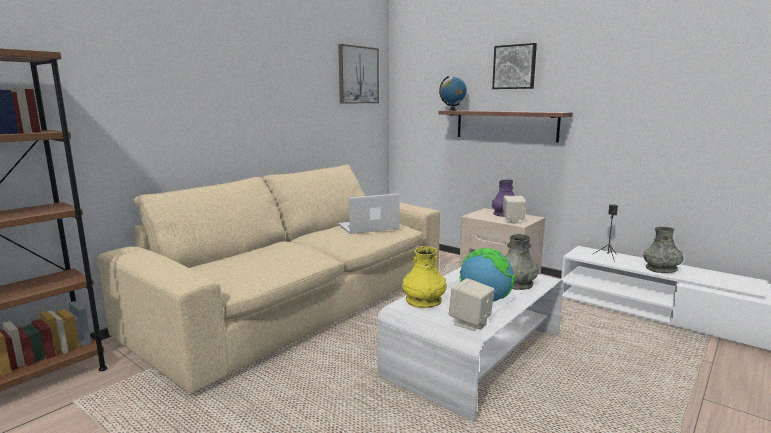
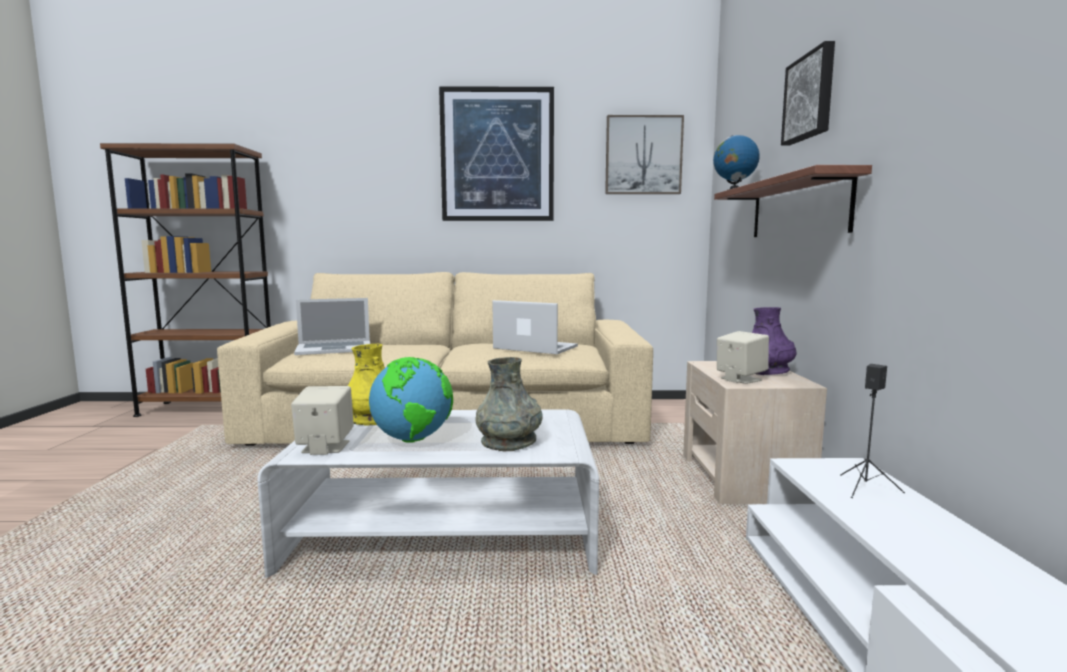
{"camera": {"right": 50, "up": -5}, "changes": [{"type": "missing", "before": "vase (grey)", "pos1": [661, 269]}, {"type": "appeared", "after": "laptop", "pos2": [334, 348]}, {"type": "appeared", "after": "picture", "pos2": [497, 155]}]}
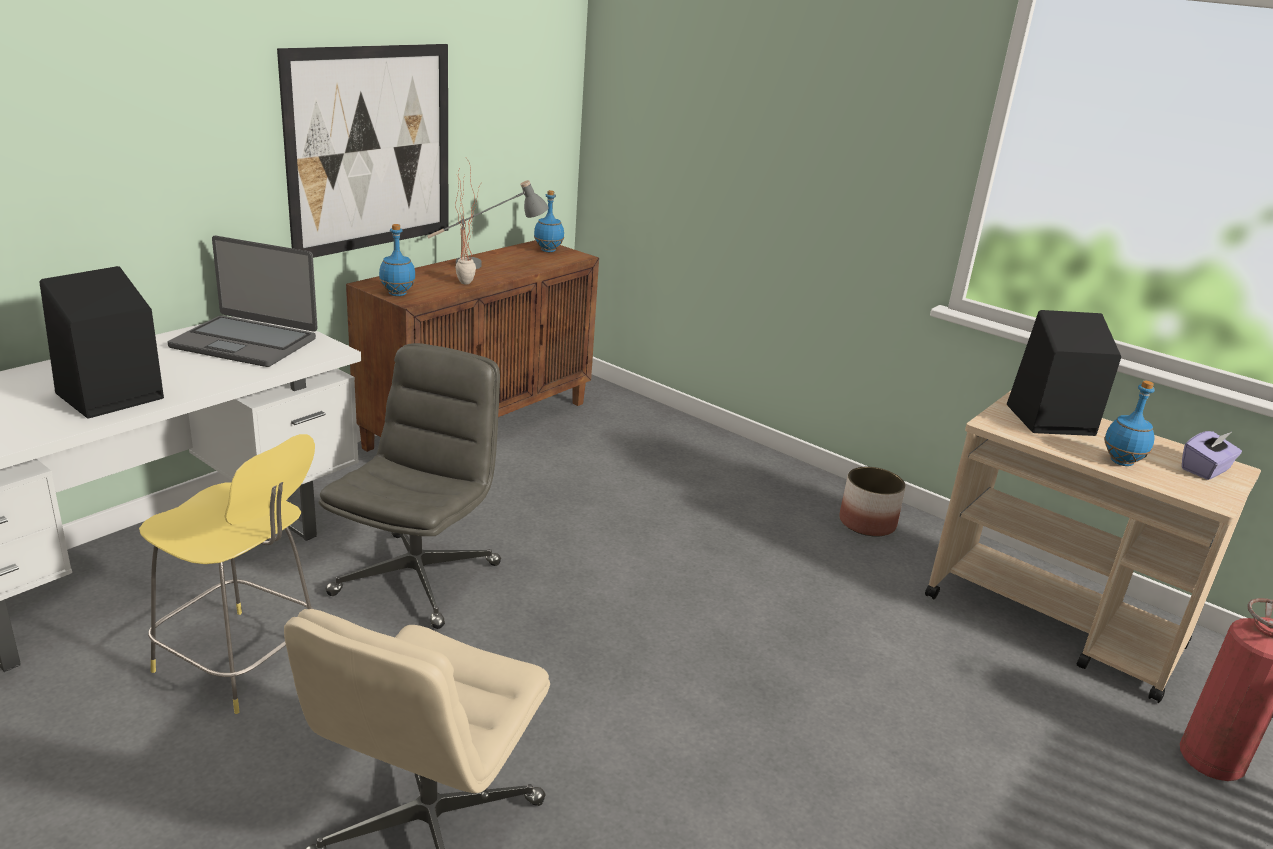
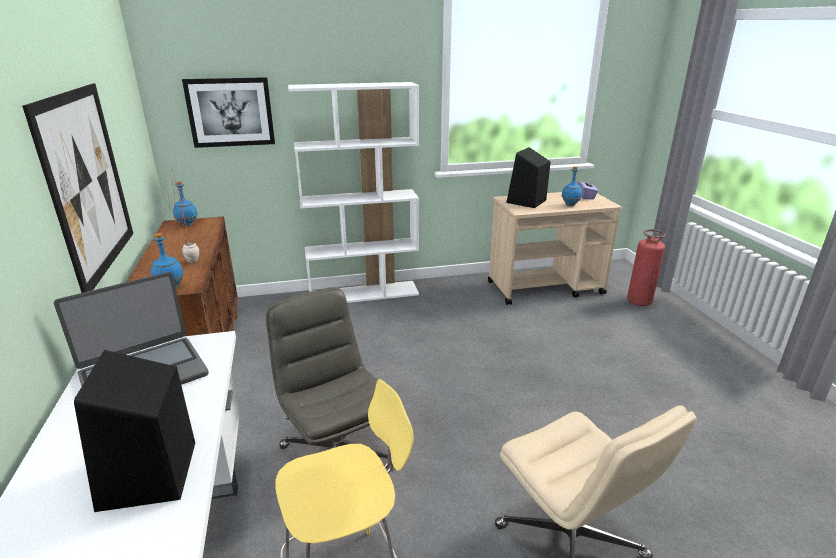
{"camera": {"right": -50, "up": 0}, "changes": [{"type": "missing", "before": "table lamp (grey)", "pos1": [487, 265]}, {"type": "missing", "before": "planter", "pos1": [867, 523]}, {"type": "appeared", "after": "picture", "pos2": [230, 112]}, {"type": "appeared", "after": "bookcase (white)", "pos2": [364, 293]}]}
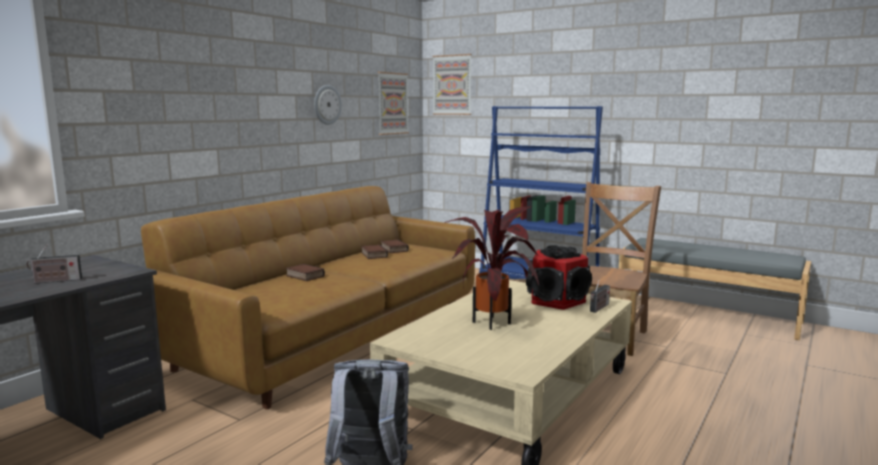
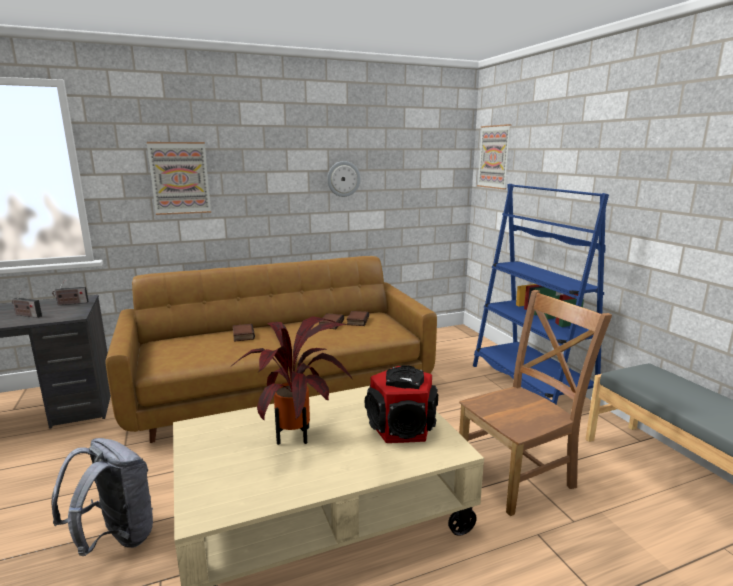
{"camera": {"right": 35, "up": 5}, "changes": [{"type": "relocated", "before": "picture", "pos1": [392, 103], "pos2": [180, 178]}, {"type": "relocated", "before": "radio", "pos1": [599, 308], "pos2": [71, 303]}]}
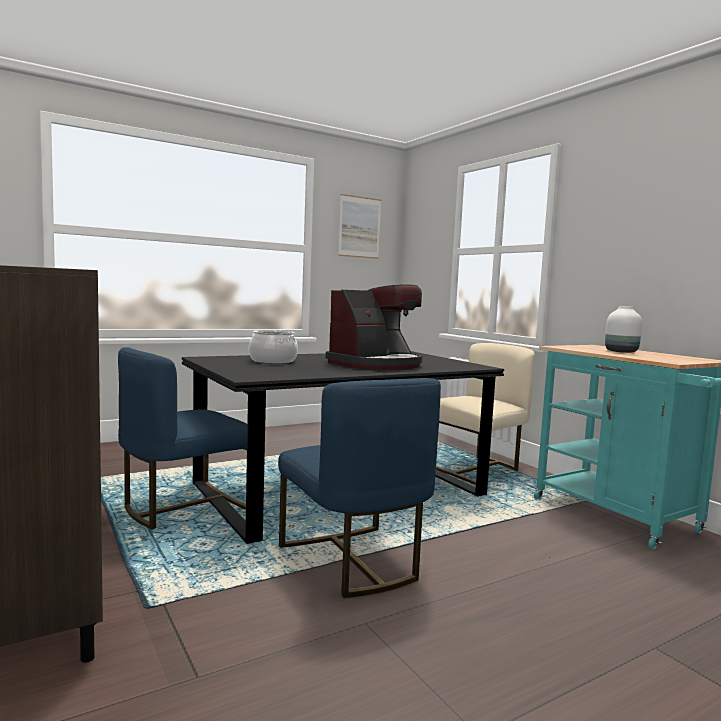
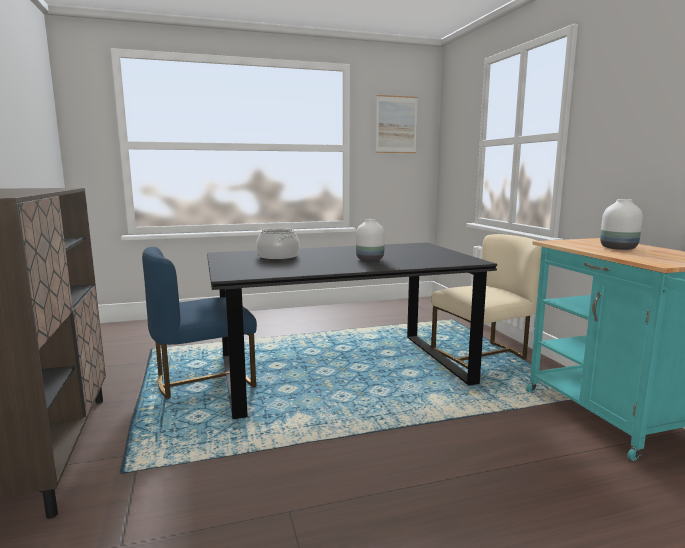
{"camera": {"right": 15, "up": 5}, "changes": [{"type": "missing", "before": "chair (blue)", "pos1": [353, 561]}, {"type": "exchanged", "before": "coffee machine", "after": "vase (white)", "pos1": [376, 364], "pos2": [370, 259]}]}
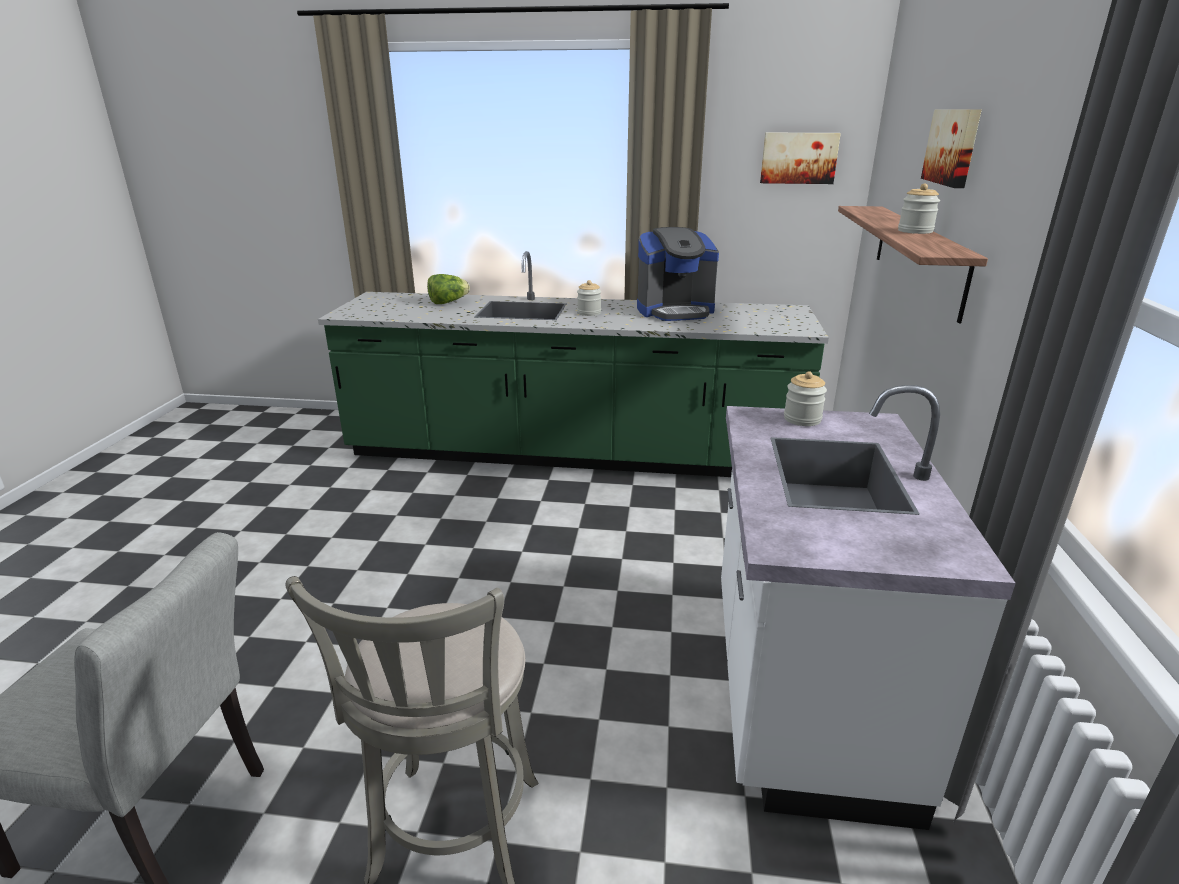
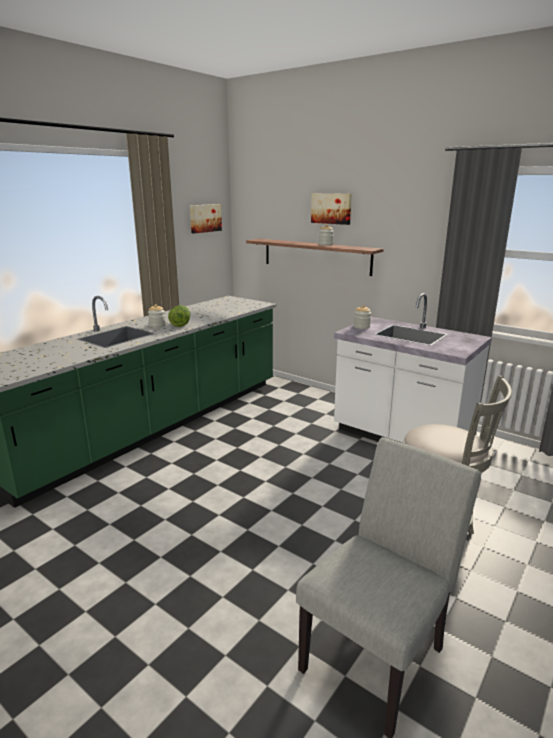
{"camera": {"right": -60, "up": -5}, "changes": [{"type": "relocated", "before": "lettuce", "pos1": [448, 302], "pos2": [181, 324]}, {"type": "missing", "before": "coffee machine", "pos1": [675, 311]}]}
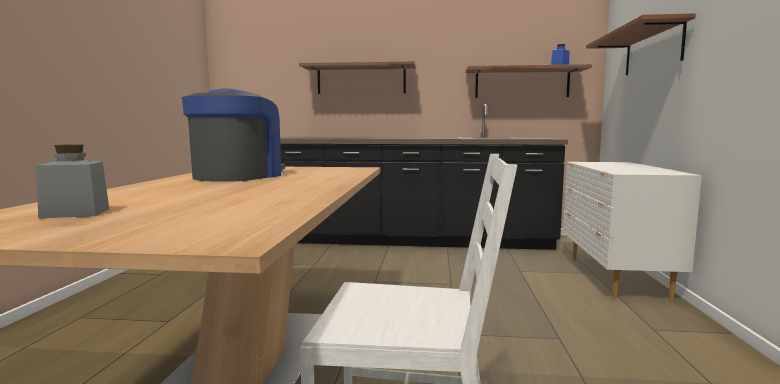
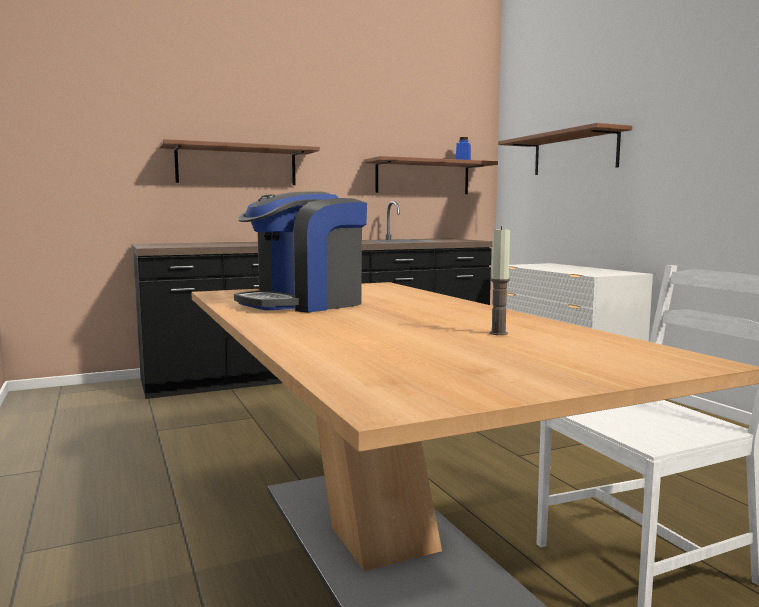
{"camera": {"right": -30, "up": 0}, "changes": [{"type": "missing", "before": "jar (grey)", "pos1": [75, 213]}, {"type": "spun", "before": "coffee machine", "pos1": [239, 176], "pos2": [304, 304], "turn": -120}, {"type": "appeared", "after": "candle", "pos2": [498, 333]}]}
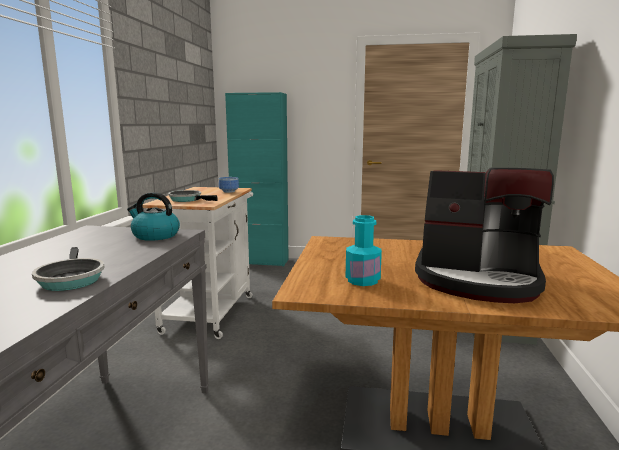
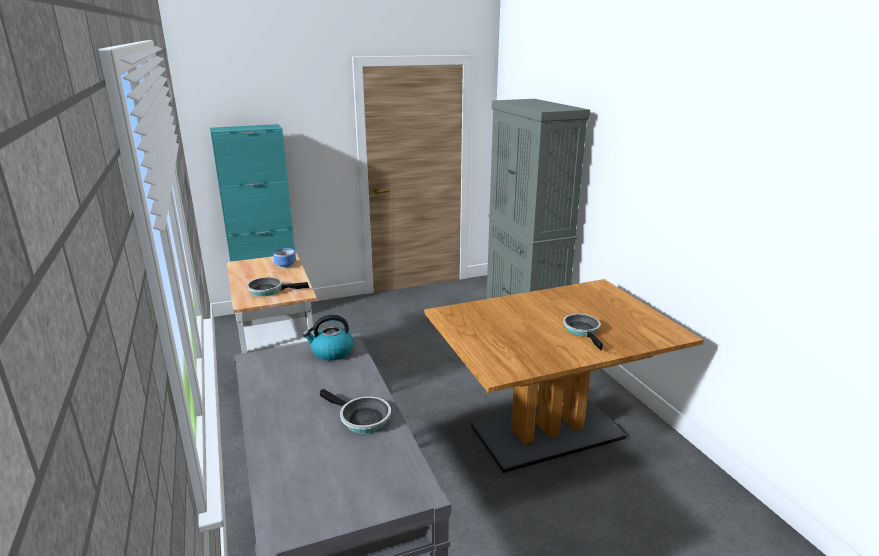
{"camera": {"right": -30, "up": 10}, "changes": [{"type": "missing", "before": "bottle (turquoise)", "pos1": [362, 280]}, {"type": "exchanged", "before": "coffee machine", "after": "frying pan", "pos1": [477, 280], "pos2": [582, 331]}]}
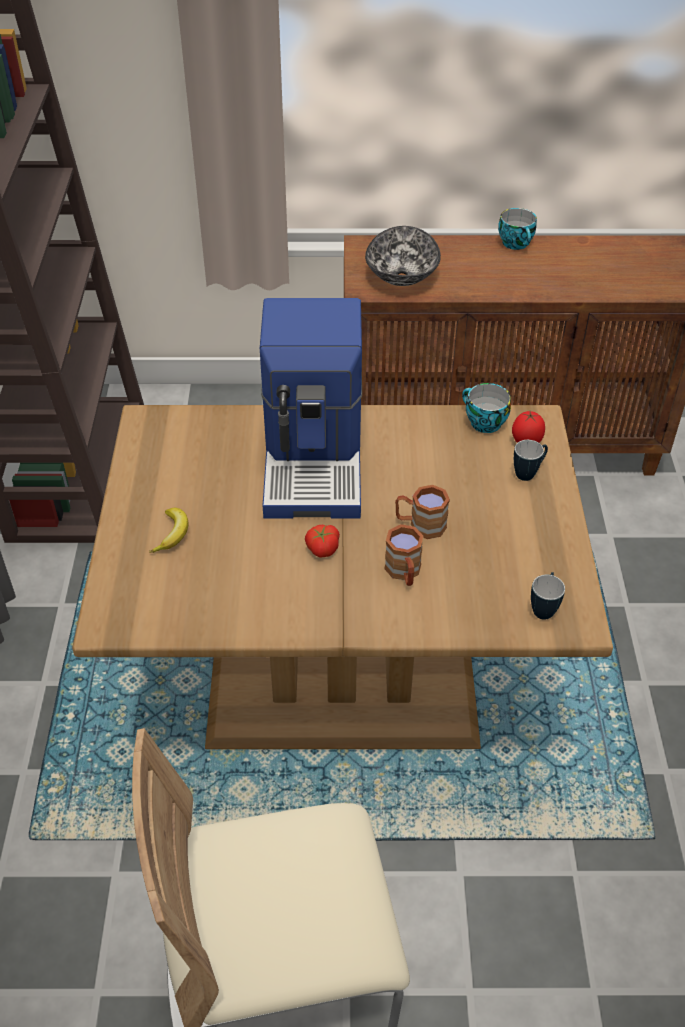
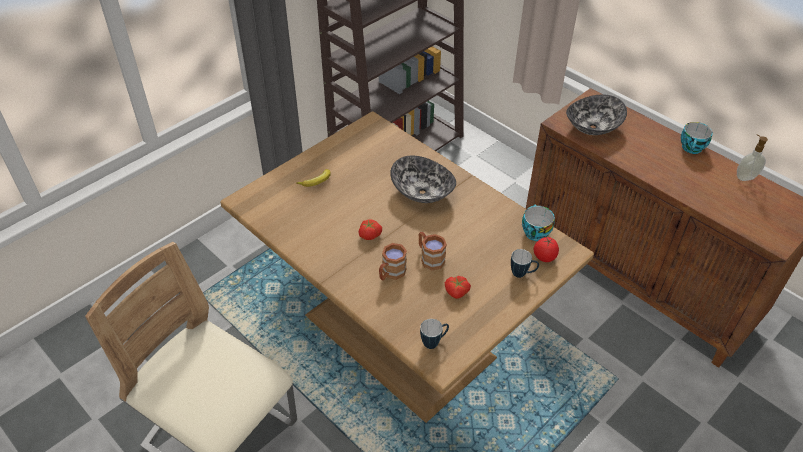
{"camera": {"right": 45, "up": 0}, "changes": [{"type": "exchanged", "before": "coffee machine", "after": "bowl", "pos1": [315, 459], "pos2": [423, 192]}, {"type": "appeared", "after": "tomato", "pos2": [456, 292]}, {"type": "appeared", "after": "soap dispenser", "pos2": [745, 177]}]}
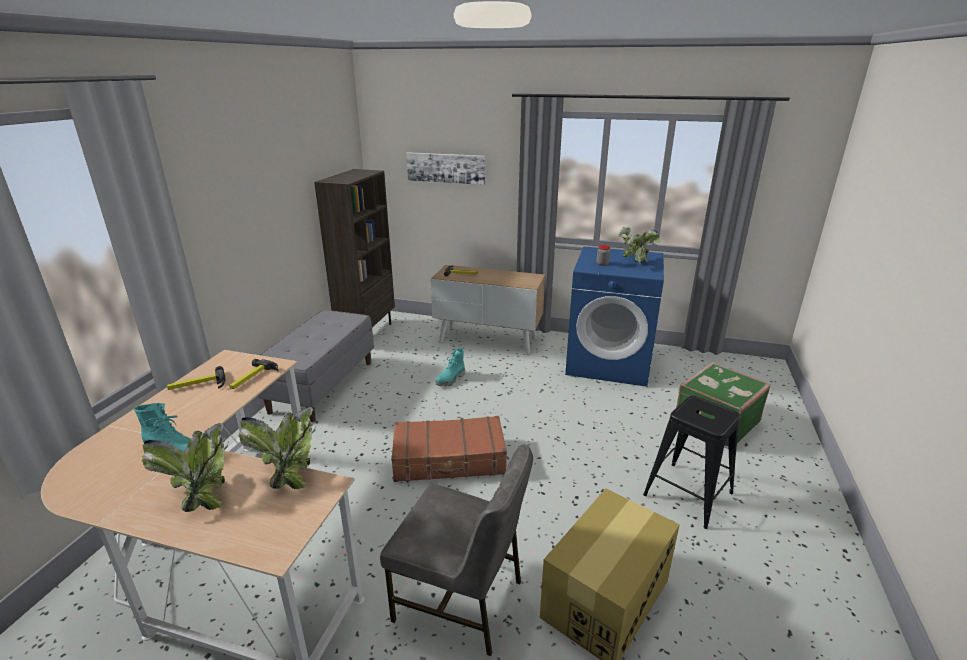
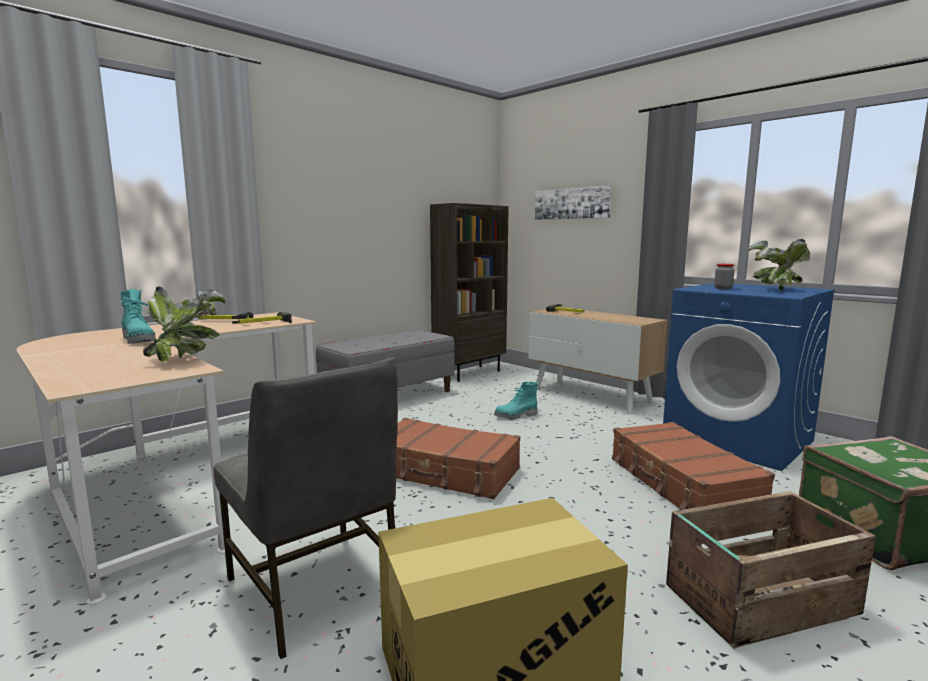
{"camera": {"right": 30, "up": -15}, "changes": [{"type": "missing", "before": "potted plant", "pos1": [203, 491]}, {"type": "exchanged", "before": "stool (black)", "after": "crate", "pos1": [688, 494], "pos2": [757, 599]}, {"type": "appeared", "after": "suitcase (brown)", "pos2": [681, 484]}]}
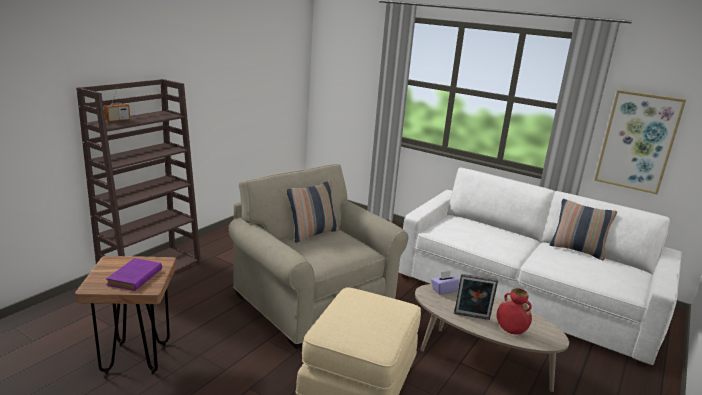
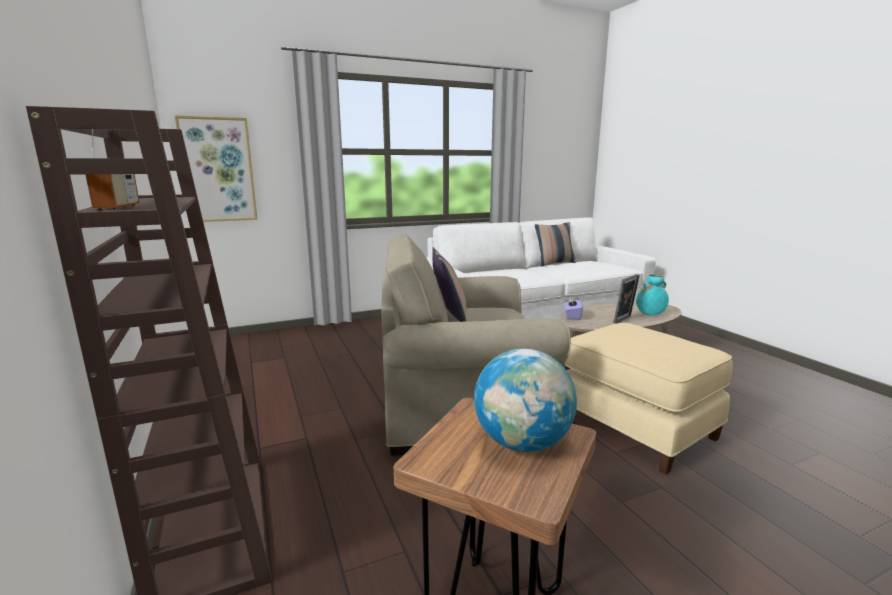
{"camera": {"right": -55, "up": -5}, "changes": [{"type": "exchanged", "before": "book (purple)", "after": "globe", "pos1": [134, 278], "pos2": [522, 443]}, {"type": "colour", "before": "vase (red)", "after": "vase (turquoise)", "pos1": [510, 331], "pos2": [650, 315]}, {"type": "relocated", "before": "picture", "pos1": [637, 141], "pos2": [218, 170]}]}
